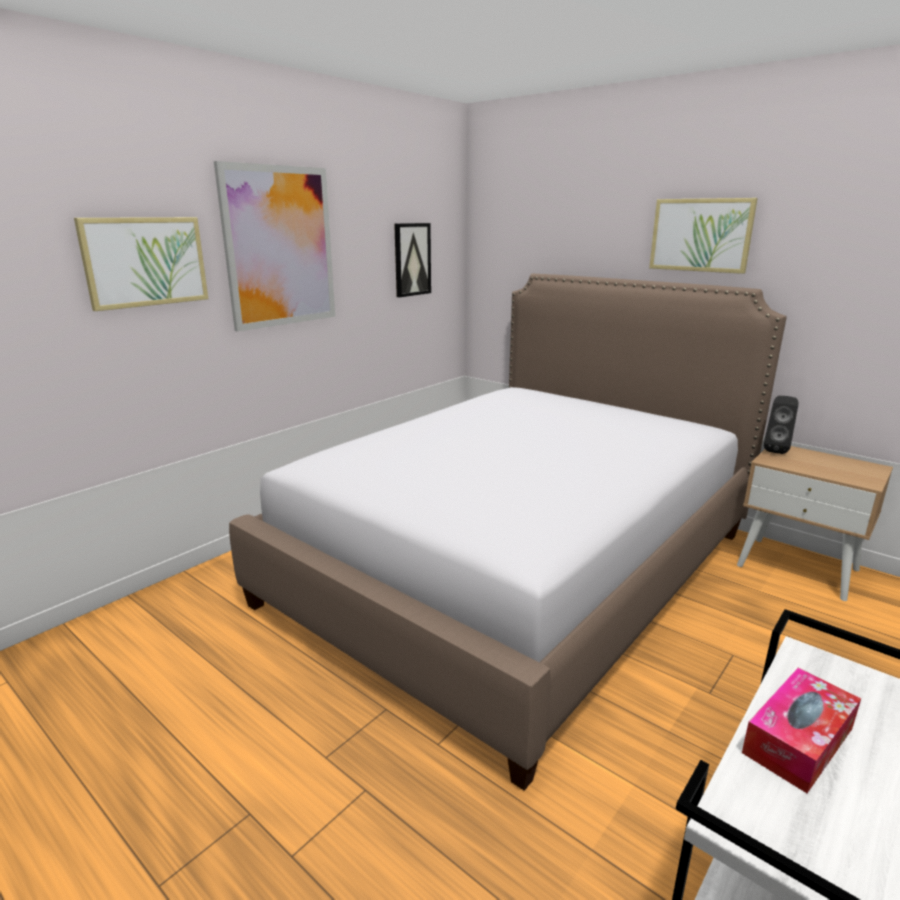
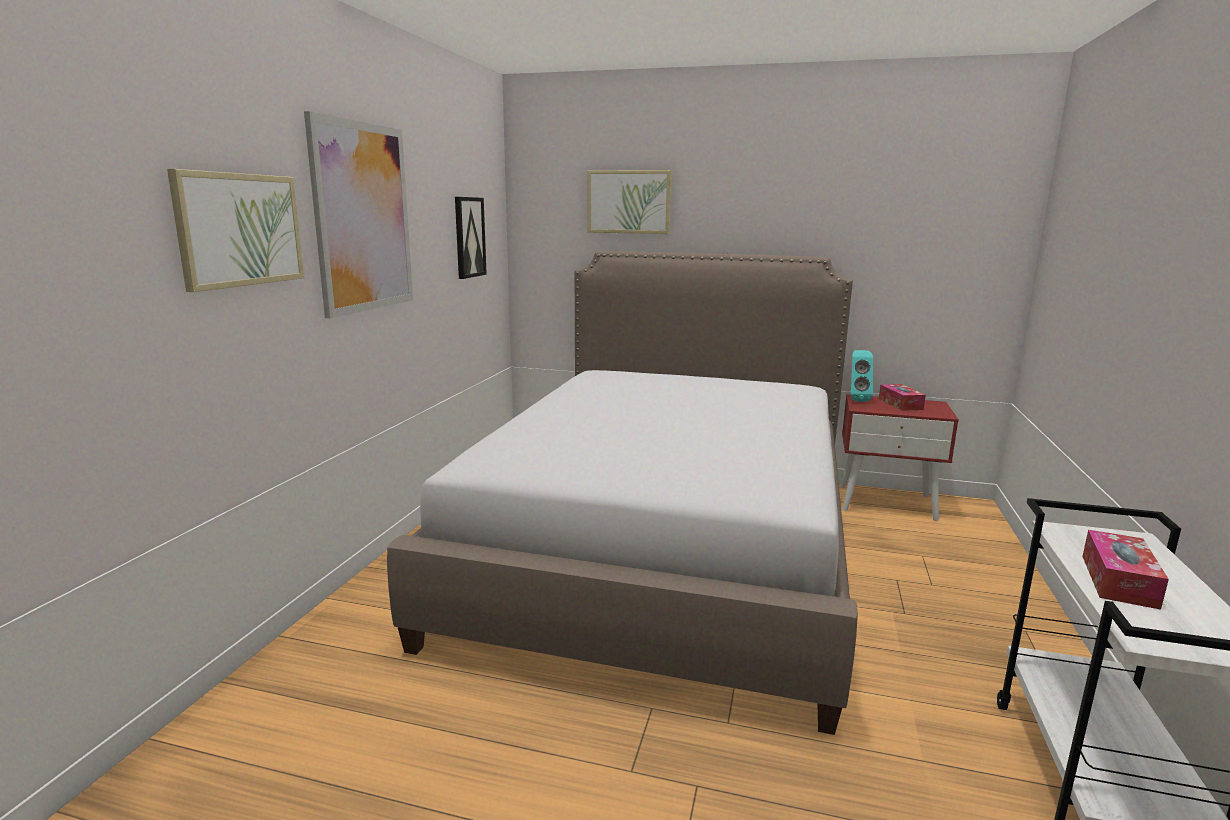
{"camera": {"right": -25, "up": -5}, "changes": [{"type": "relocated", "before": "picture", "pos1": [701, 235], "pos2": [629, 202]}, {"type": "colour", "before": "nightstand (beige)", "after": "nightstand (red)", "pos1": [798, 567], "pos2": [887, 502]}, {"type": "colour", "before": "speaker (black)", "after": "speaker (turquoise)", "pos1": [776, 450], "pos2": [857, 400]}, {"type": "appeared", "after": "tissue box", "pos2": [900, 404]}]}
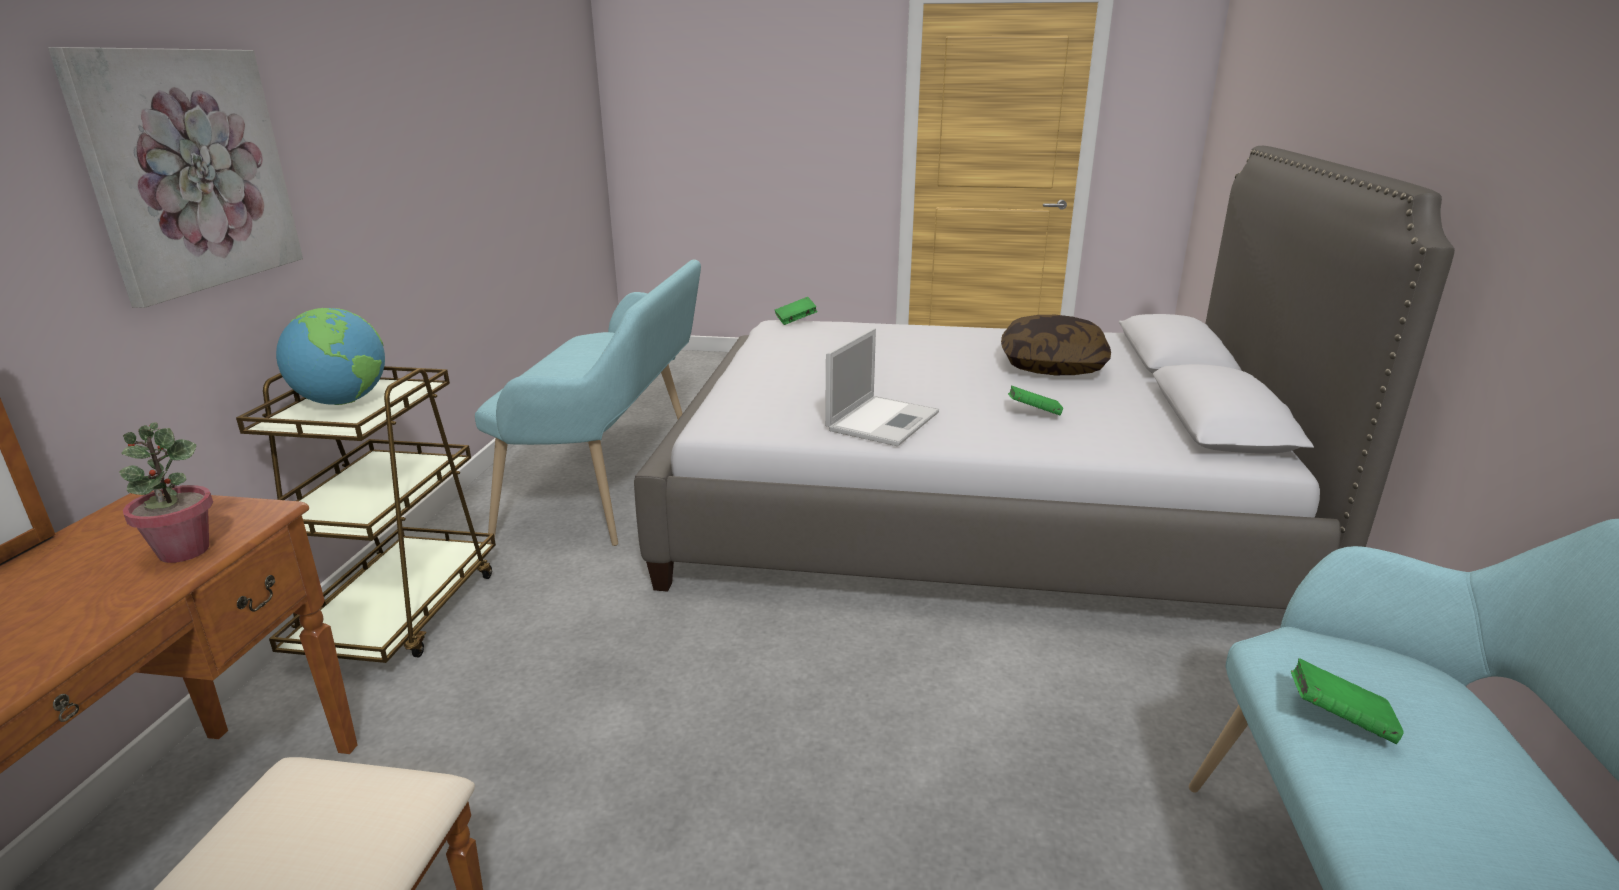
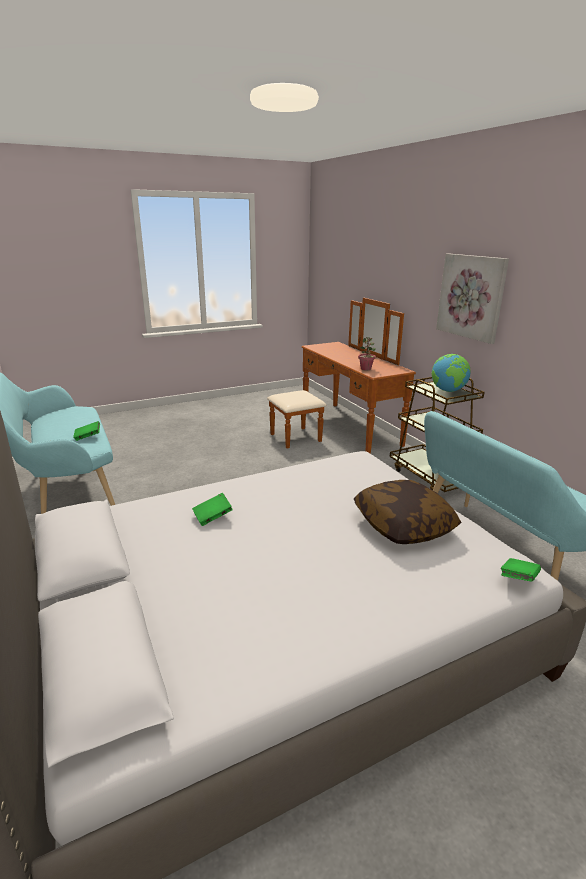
{"camera": {"right": 145, "up": 0}, "changes": [{"type": "missing", "before": "laptop", "pos1": [883, 420]}, {"type": "relocated", "before": "pillow", "pos1": [1052, 366], "pos2": [403, 525]}]}
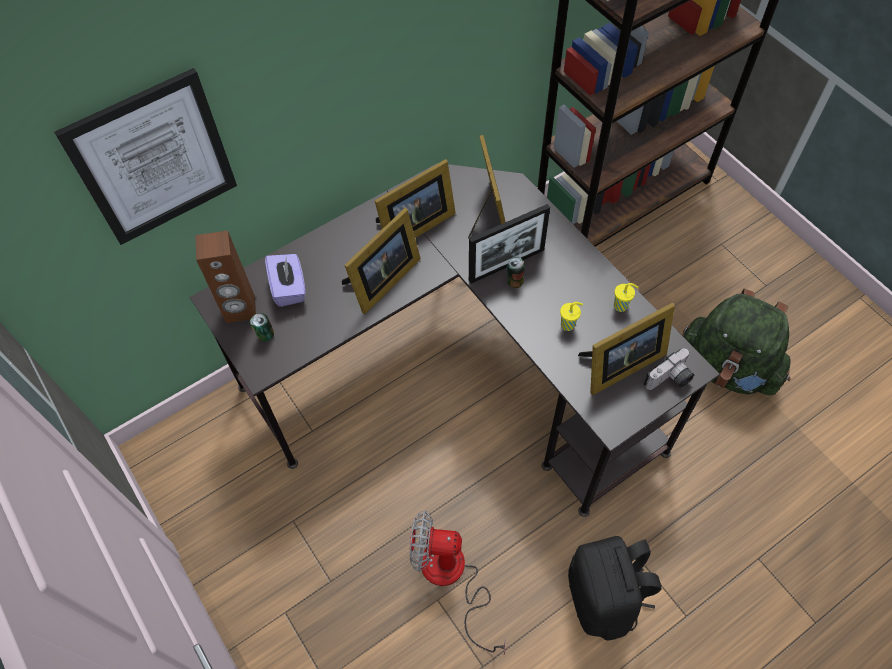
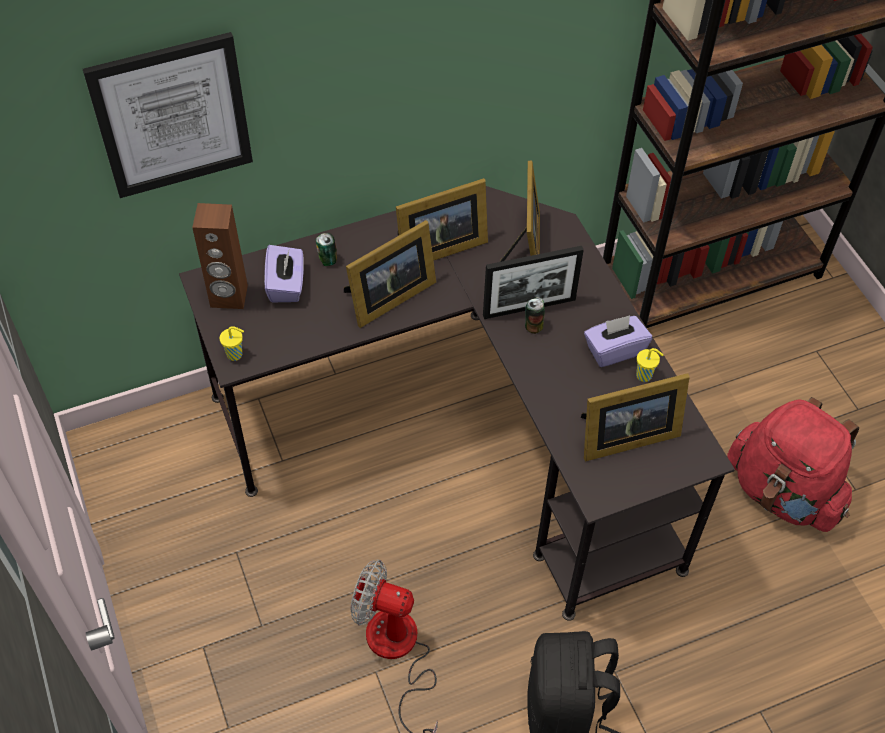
{"camera": {"right": 10, "up": -5}, "changes": [{"type": "relocated", "before": "can", "pos1": [265, 335], "pos2": [327, 260]}, {"type": "relocated", "before": "cup (yellow)", "pos1": [568, 325], "pos2": [235, 354]}, {"type": "missing", "before": "photo camera", "pos1": [669, 380]}, {"type": "colour", "before": "backpack (green)", "after": "backpack (red)", "pos1": [727, 368], "pos2": [783, 492]}, {"type": "appeared", "after": "tissue box (purple)", "pos2": [614, 350]}]}
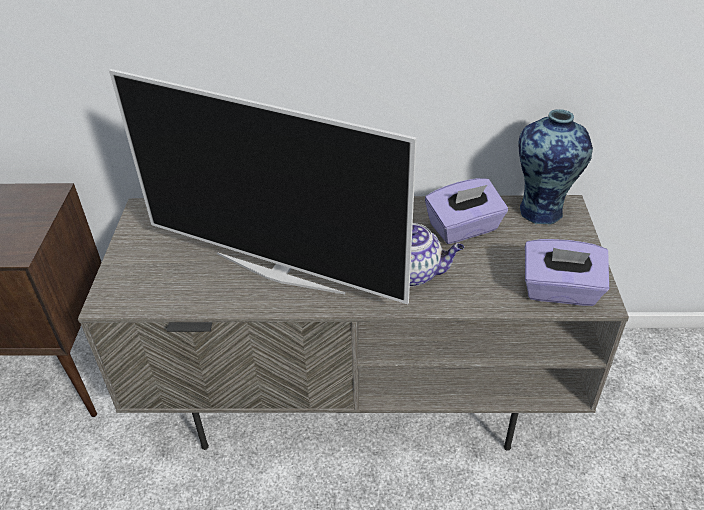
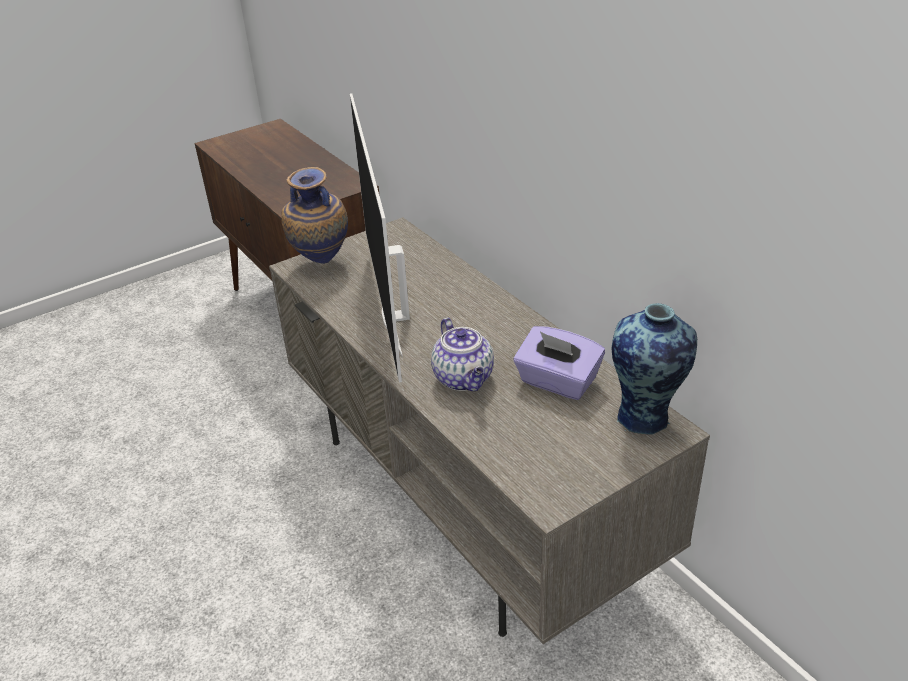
{"camera": {"right": 55, "up": -5}, "changes": [{"type": "missing", "before": "tissue box (purple)", "pos1": [560, 291]}, {"type": "appeared", "after": "vase", "pos2": [320, 265]}]}
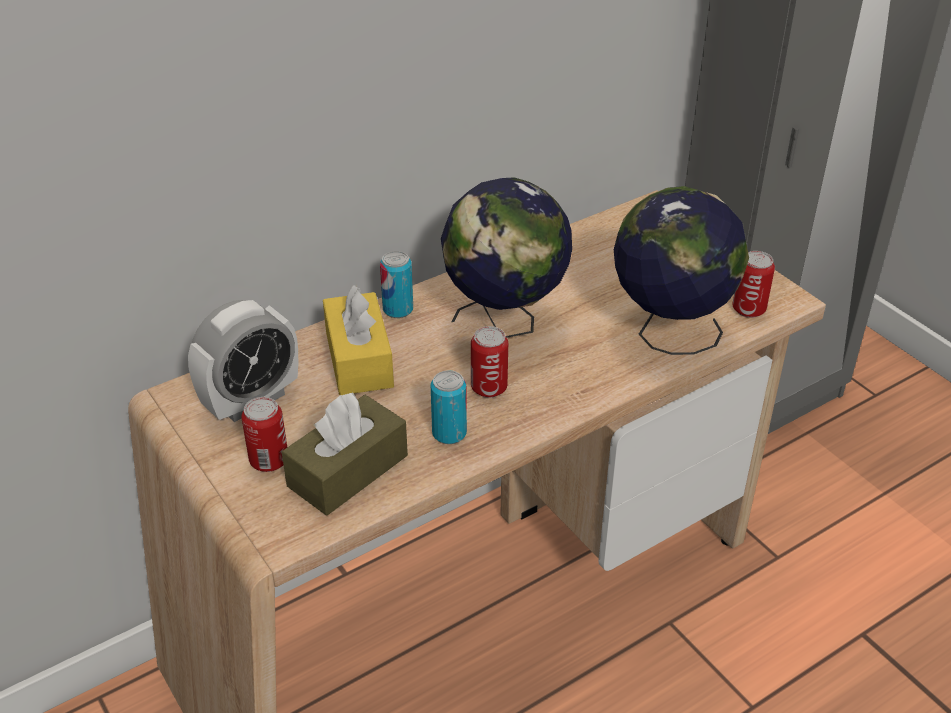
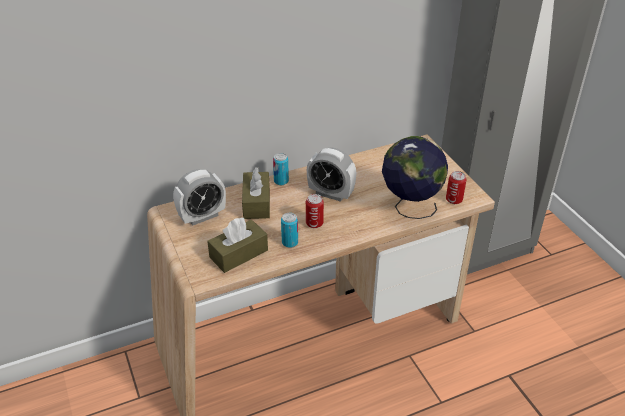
{"camera": {"right": 10, "up": 0}, "changes": [{"type": "missing", "before": "can", "pos1": [269, 461]}, {"type": "colour", "before": "tissue box (yellow)", "after": "tissue box (brown)", "pos1": [359, 359], "pos2": [256, 203]}, {"type": "exchanged", "before": "globe", "after": "alarm clock", "pos1": [505, 324], "pos2": [331, 193]}]}
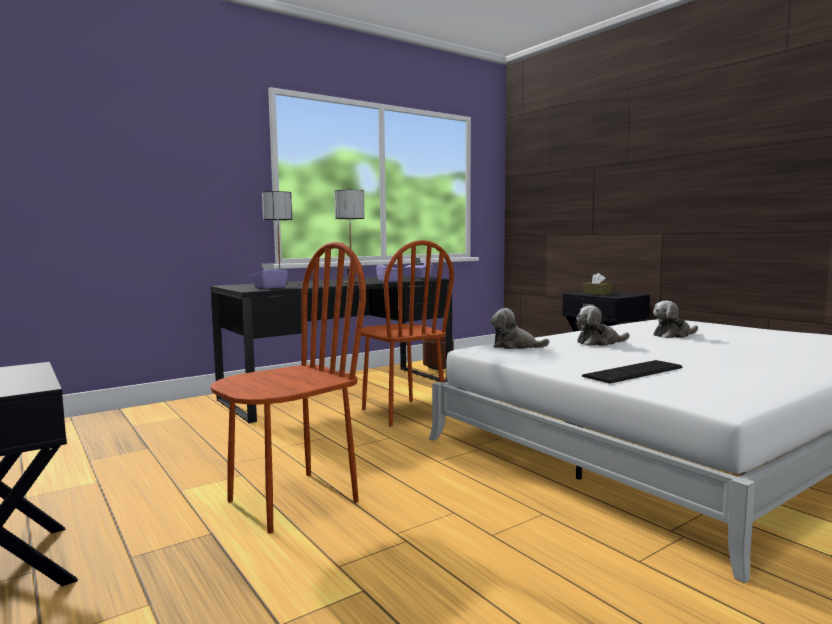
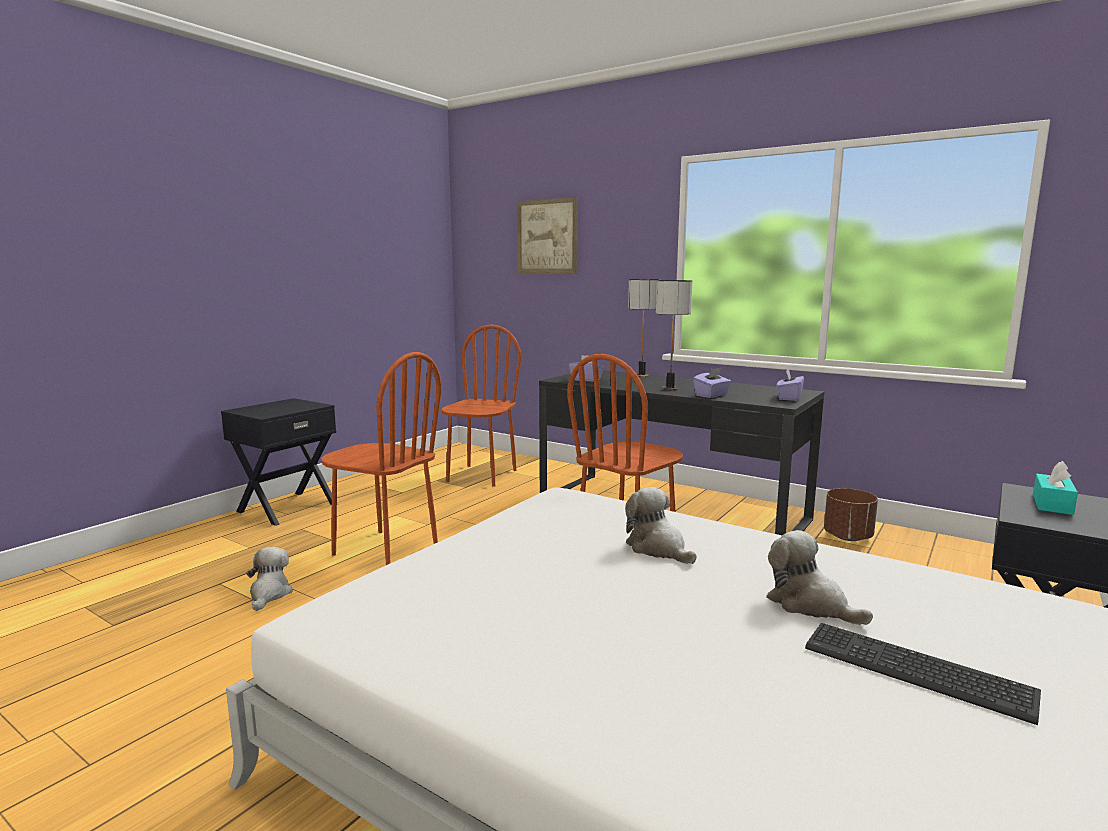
{"camera": {"right": 70, "up": 5}, "changes": [{"type": "relocated", "before": "plush toy", "pos1": [515, 346], "pos2": [269, 594]}, {"type": "relocated", "before": "keyboard", "pos1": [636, 372], "pos2": [918, 671]}, {"type": "colour", "before": "tissue box (brown)", "after": "tissue box (turquoise)", "pos1": [596, 294], "pos2": [1052, 504]}, {"type": "appeared", "after": "chair (brown)", "pos2": [481, 475]}, {"type": "appeared", "after": "picture", "pos2": [547, 236]}]}
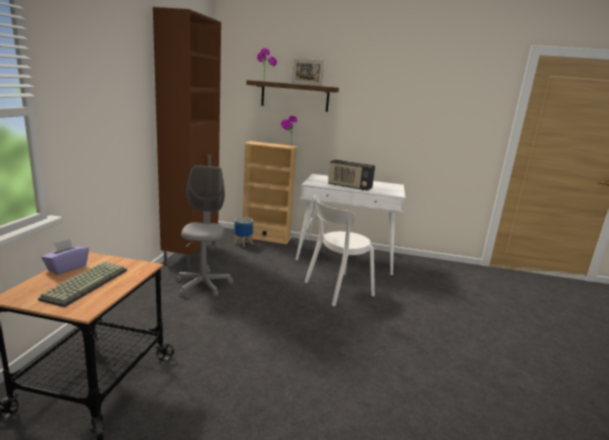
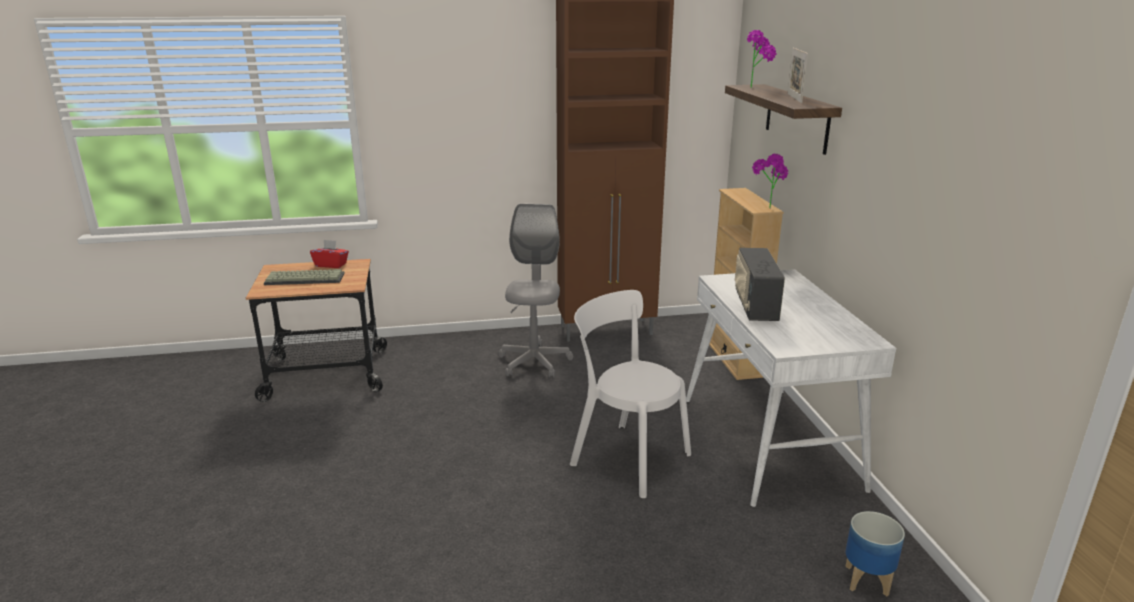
{"camera": {"right": 70, "up": 5}, "changes": [{"type": "colour", "before": "tissue box (purple)", "after": "tissue box (red)", "pos1": [66, 267], "pos2": [331, 265]}, {"type": "spun", "before": "office chair (grey)", "pos1": [203, 285], "pos2": [534, 362], "turn": -60}, {"type": "relocated", "before": "planter", "pos1": [242, 243], "pos2": [865, 580]}]}
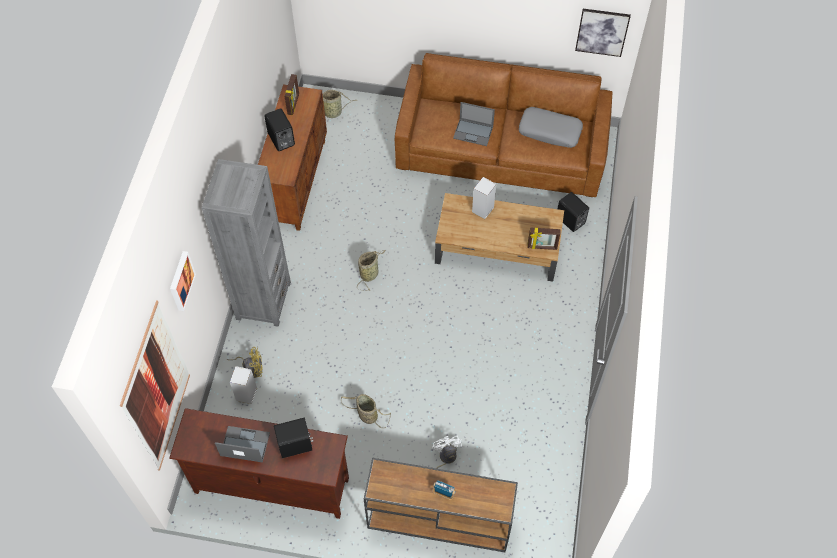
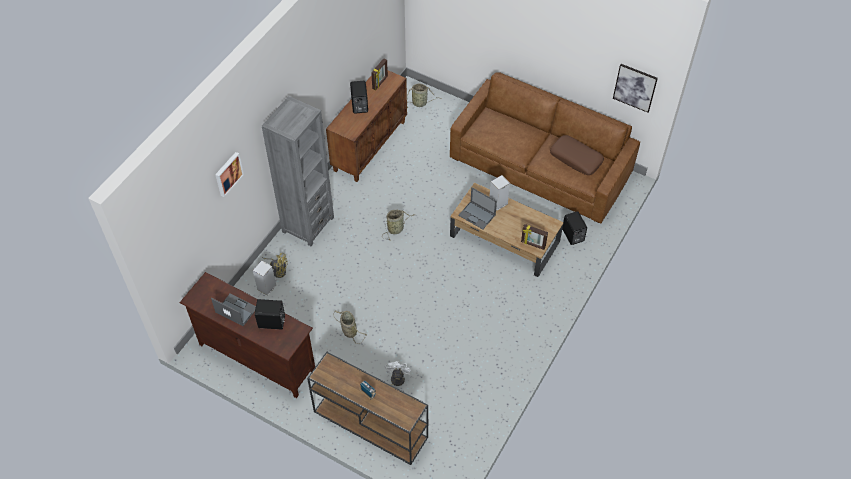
{"camera": {"right": 20, "up": -5}, "changes": [{"type": "missing", "before": "picture", "pos1": [157, 388]}, {"type": "relocated", "before": "laptop", "pos1": [473, 132], "pos2": [477, 215]}, {"type": "colour", "before": "pillow (grey)", "after": "pillow (brown)", "pos1": [550, 131], "pos2": [576, 159]}]}
